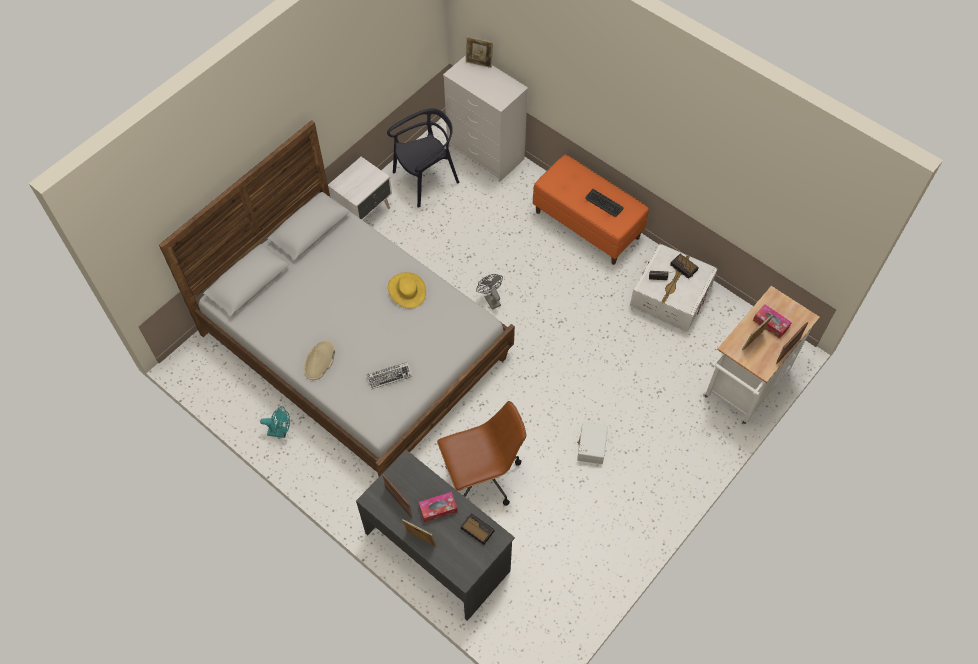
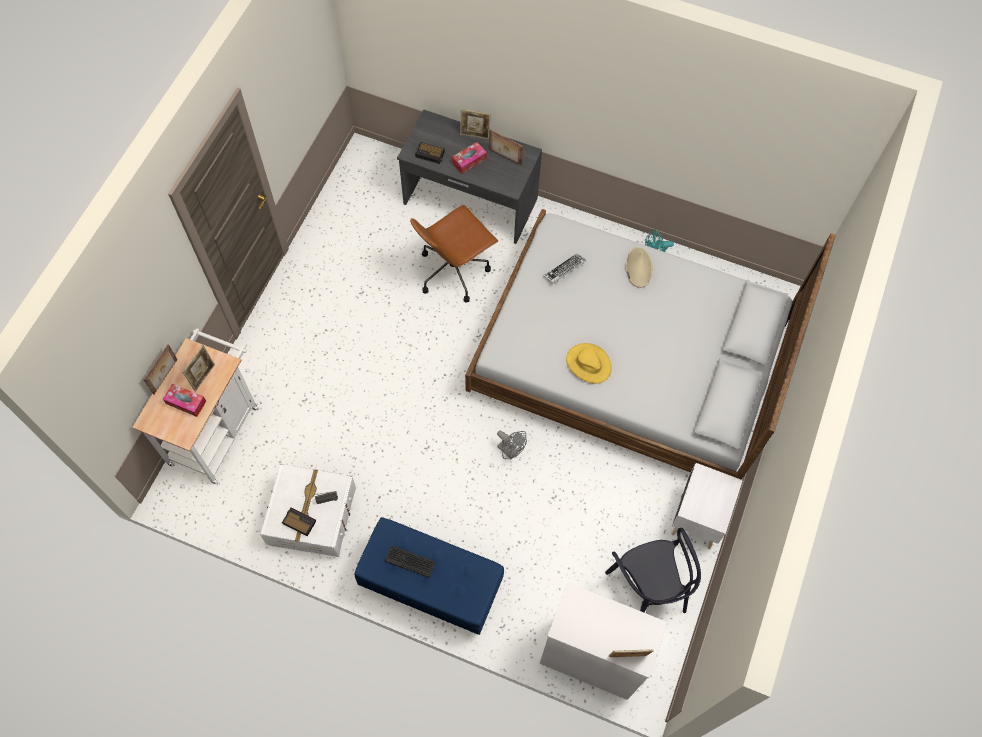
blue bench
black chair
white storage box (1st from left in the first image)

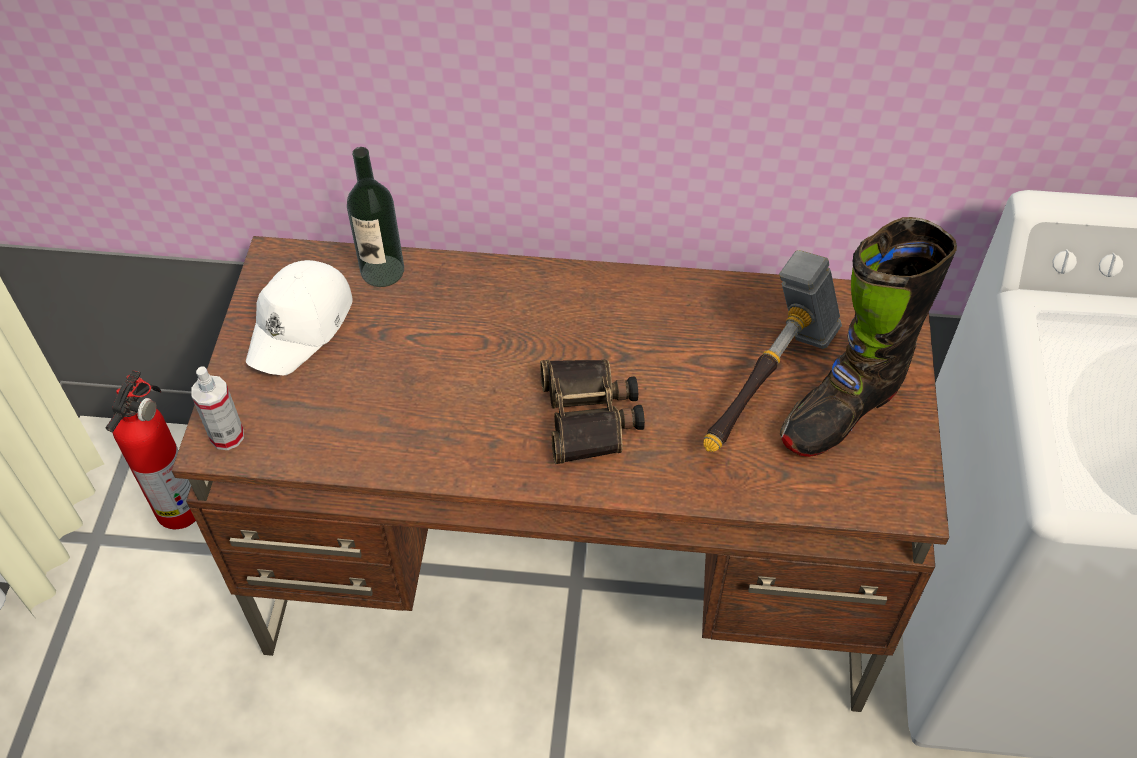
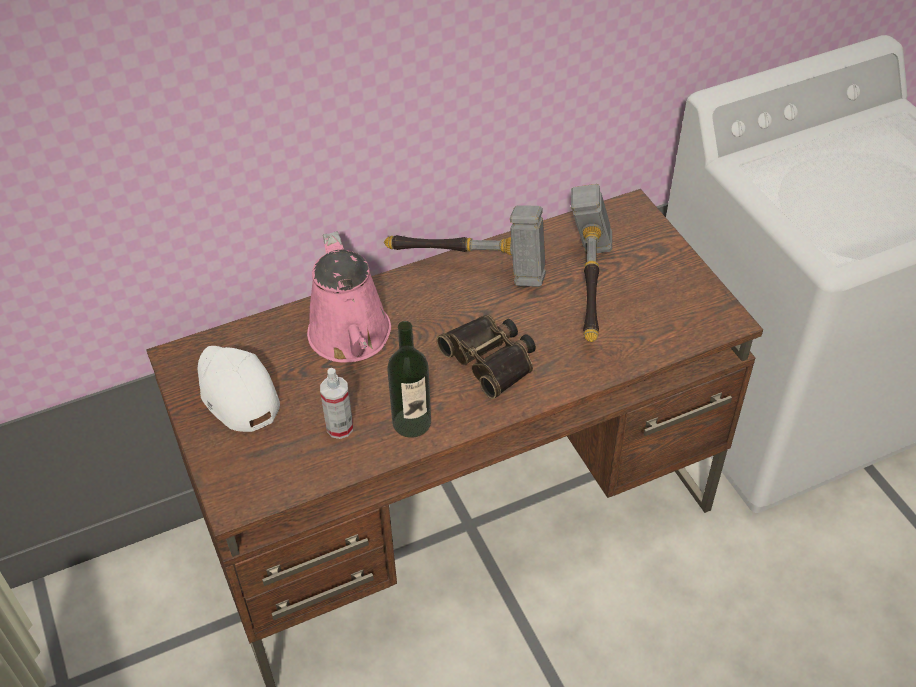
white cap
pink watering can
spray bottle
hammer (1st from left)
bottle
fire extinguisher
black boot

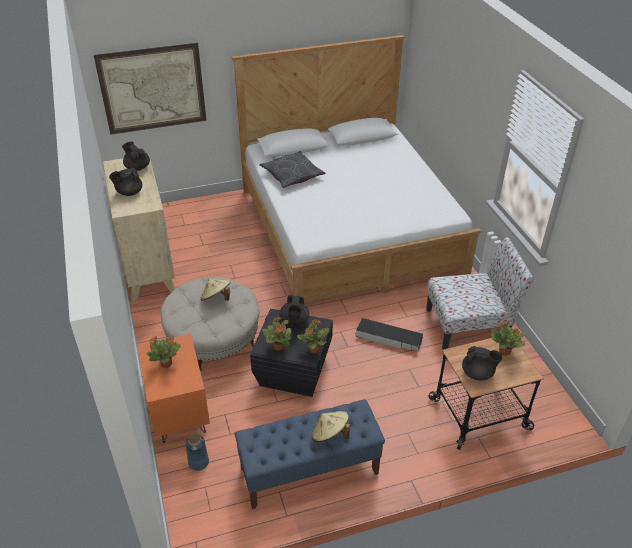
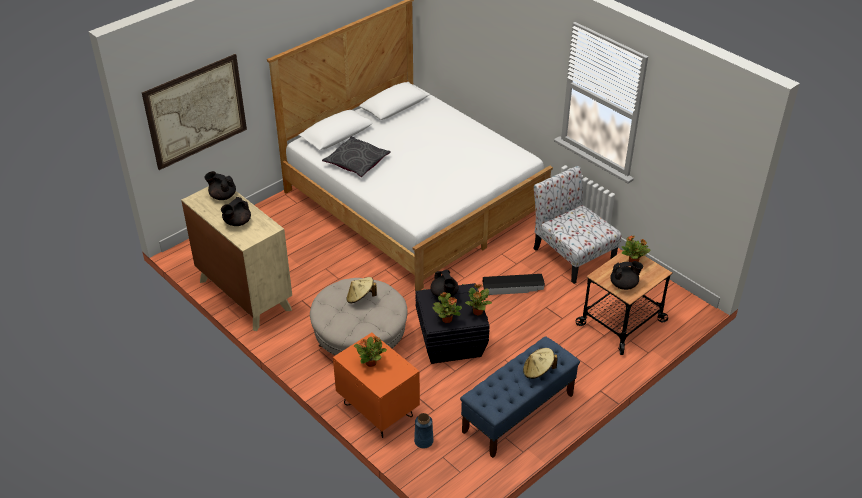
chair

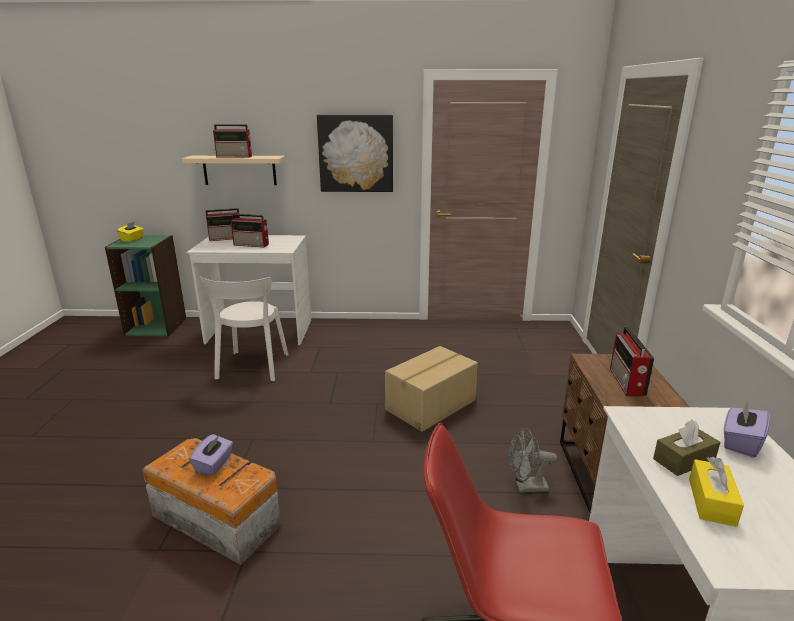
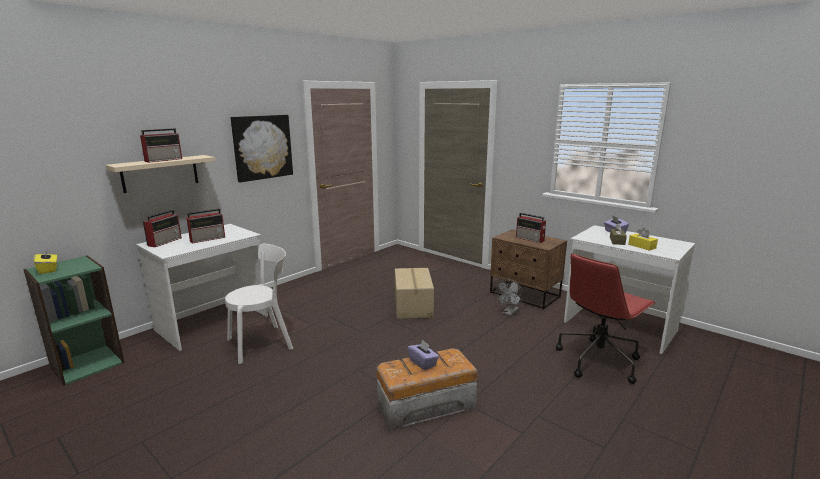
white chair

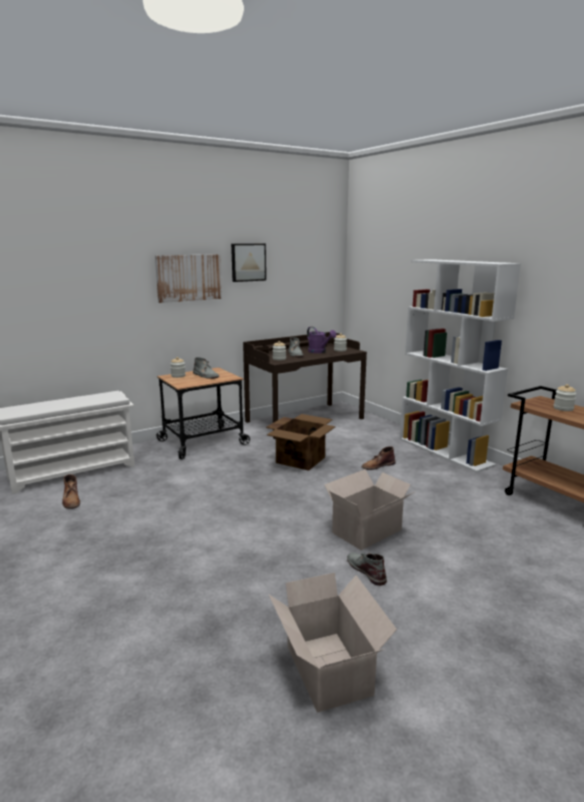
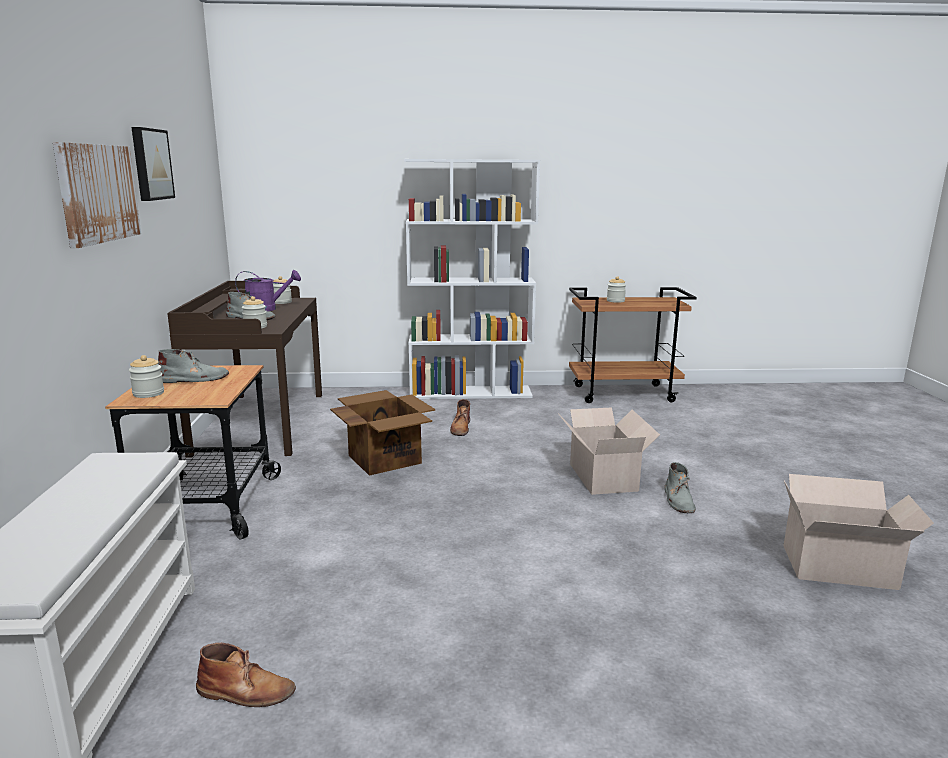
grey boot (3rd from left)

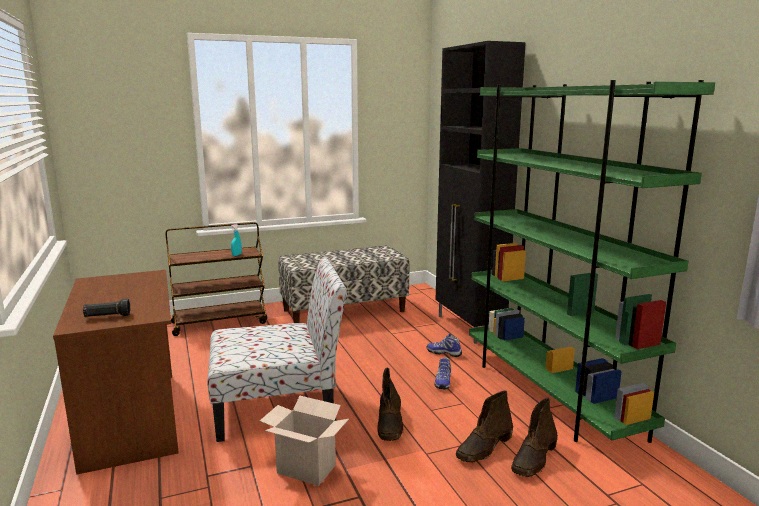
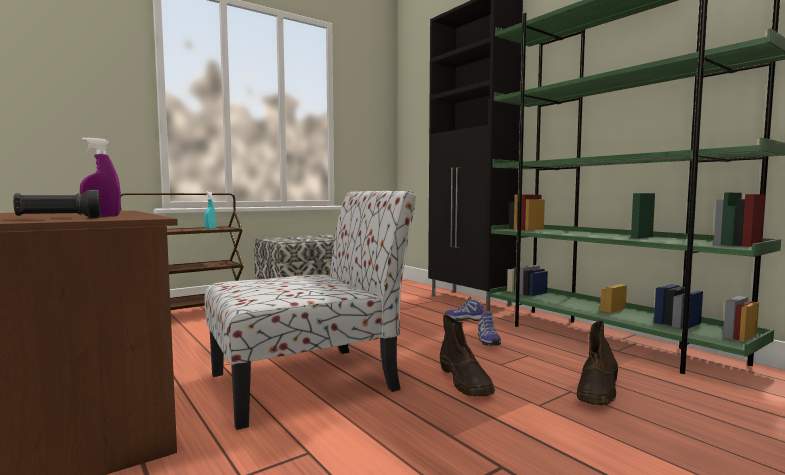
purple spray bottle
cardboard box
brown boot (3rd from left in the first image)

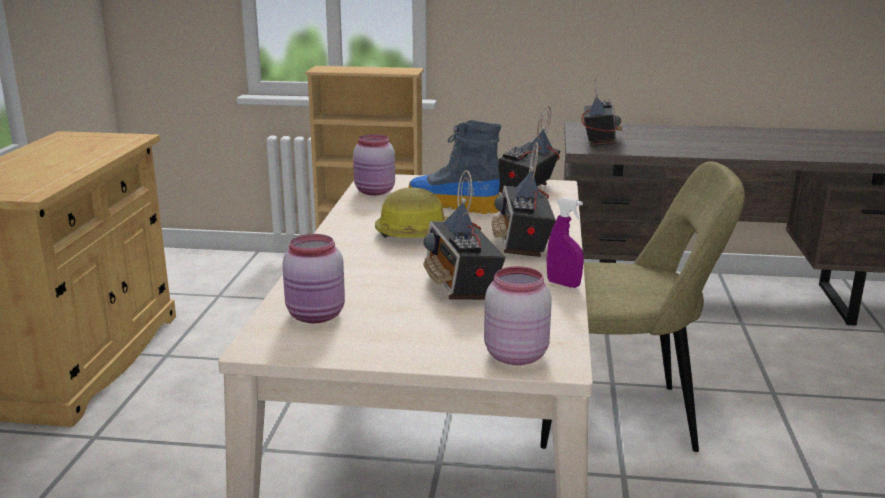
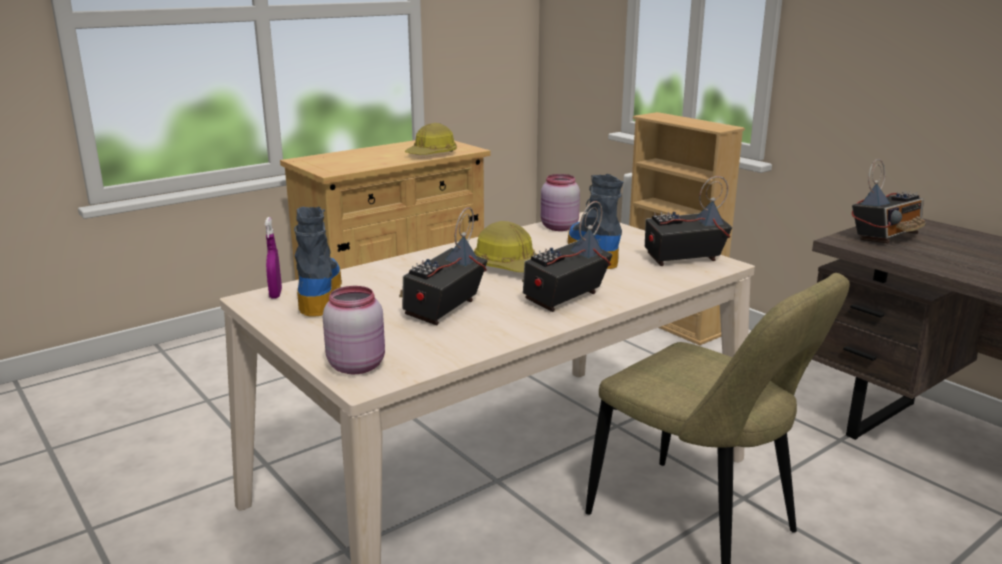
purple spray bottle
boot (1st from left)
hard hat (1st from left)

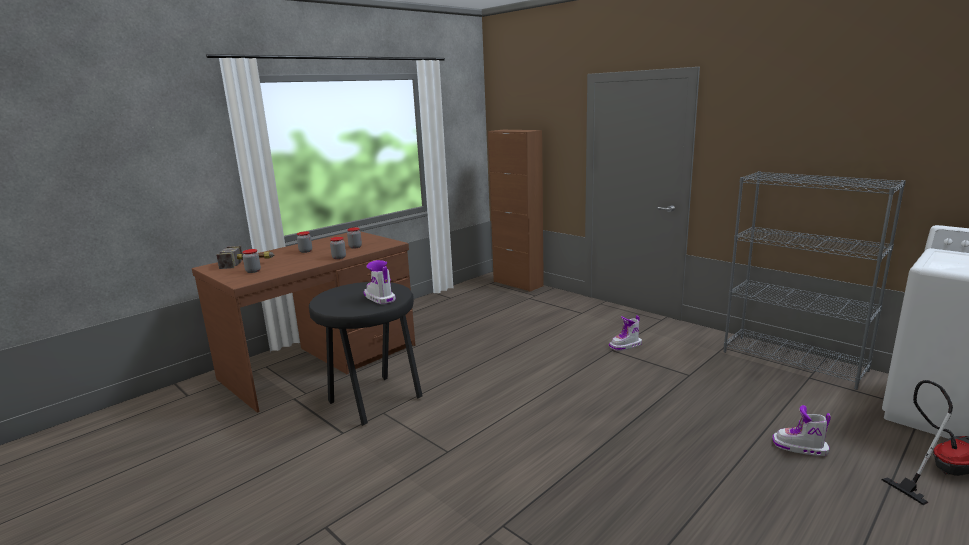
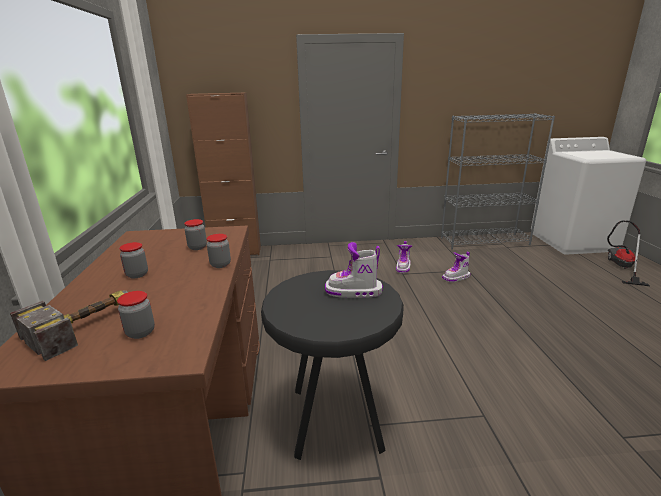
boot (3rd from left)

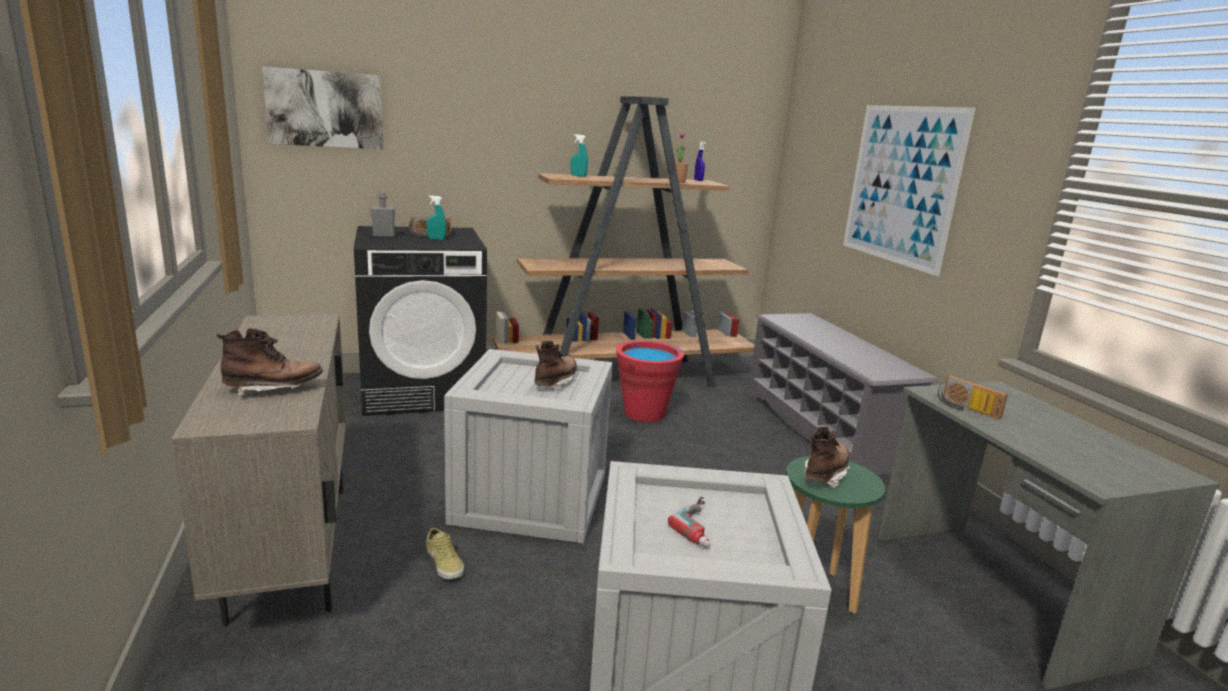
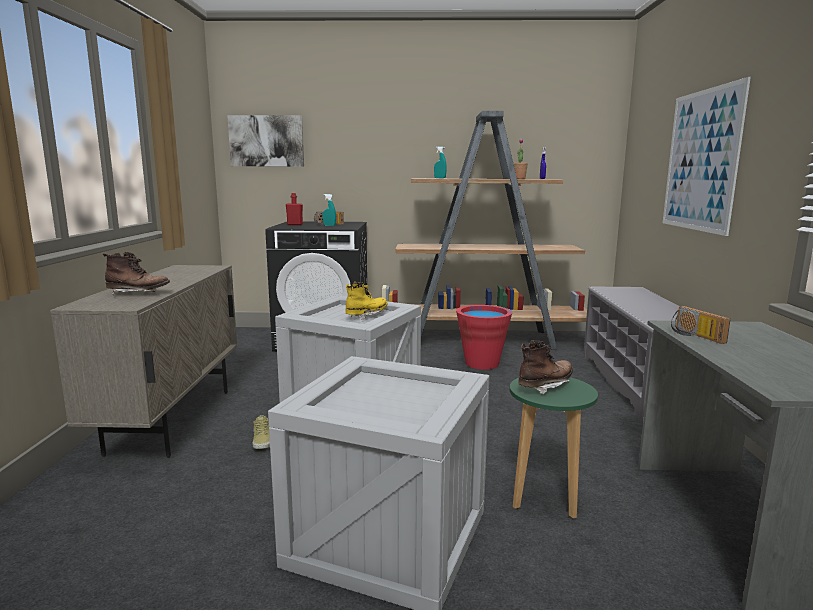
red bottle
yellow boot
power drill

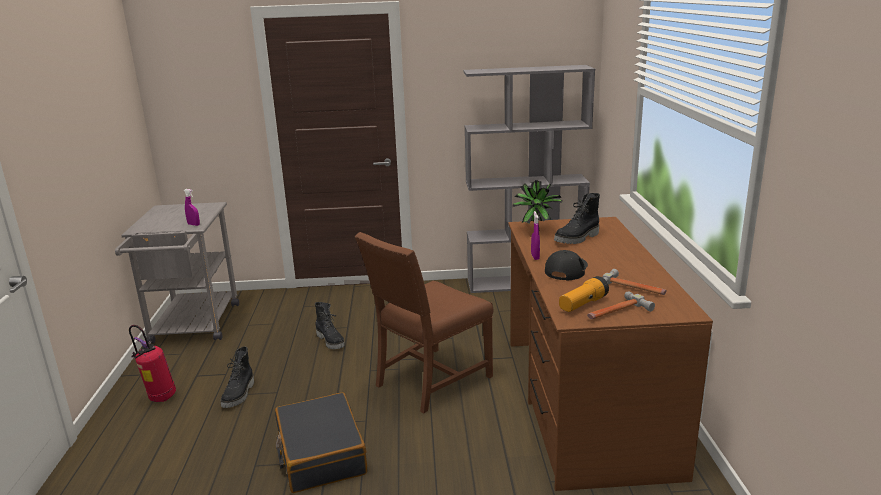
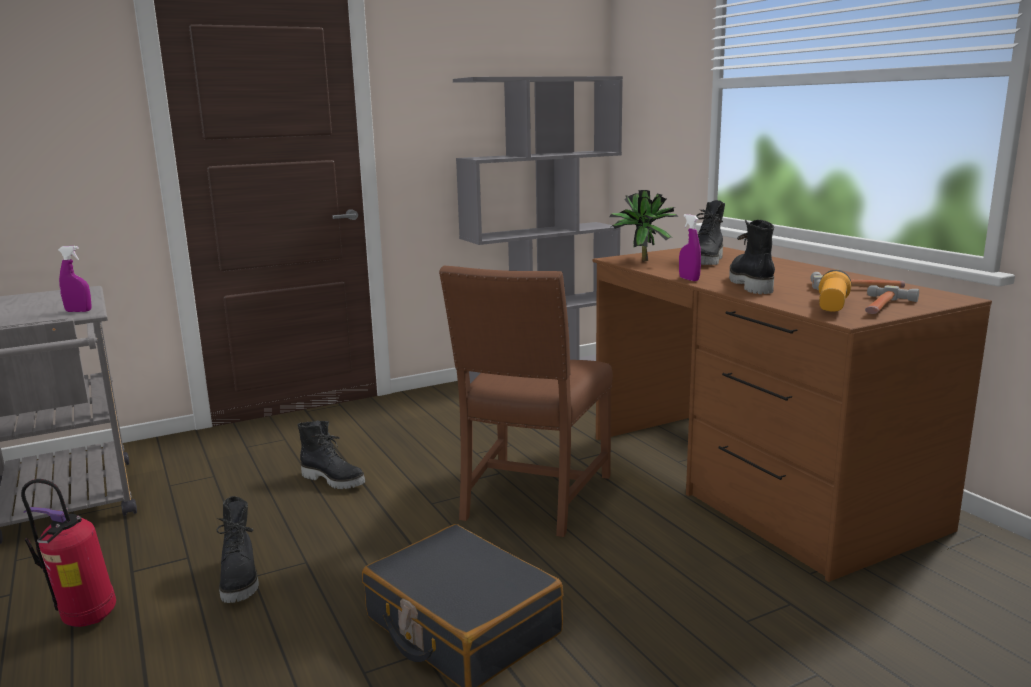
black boot (4th from left)

